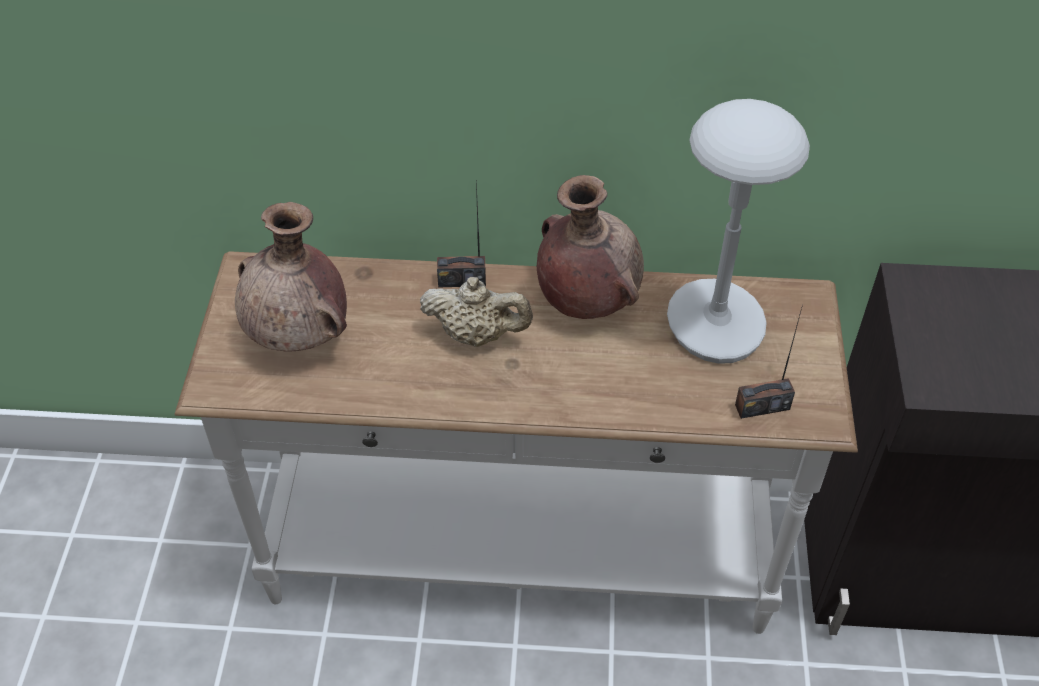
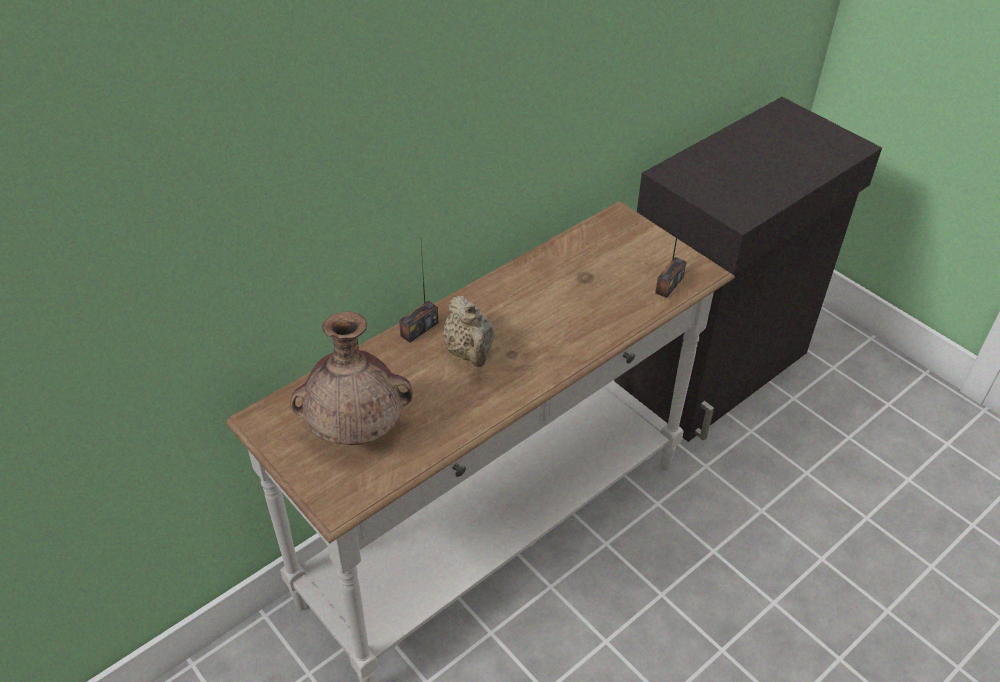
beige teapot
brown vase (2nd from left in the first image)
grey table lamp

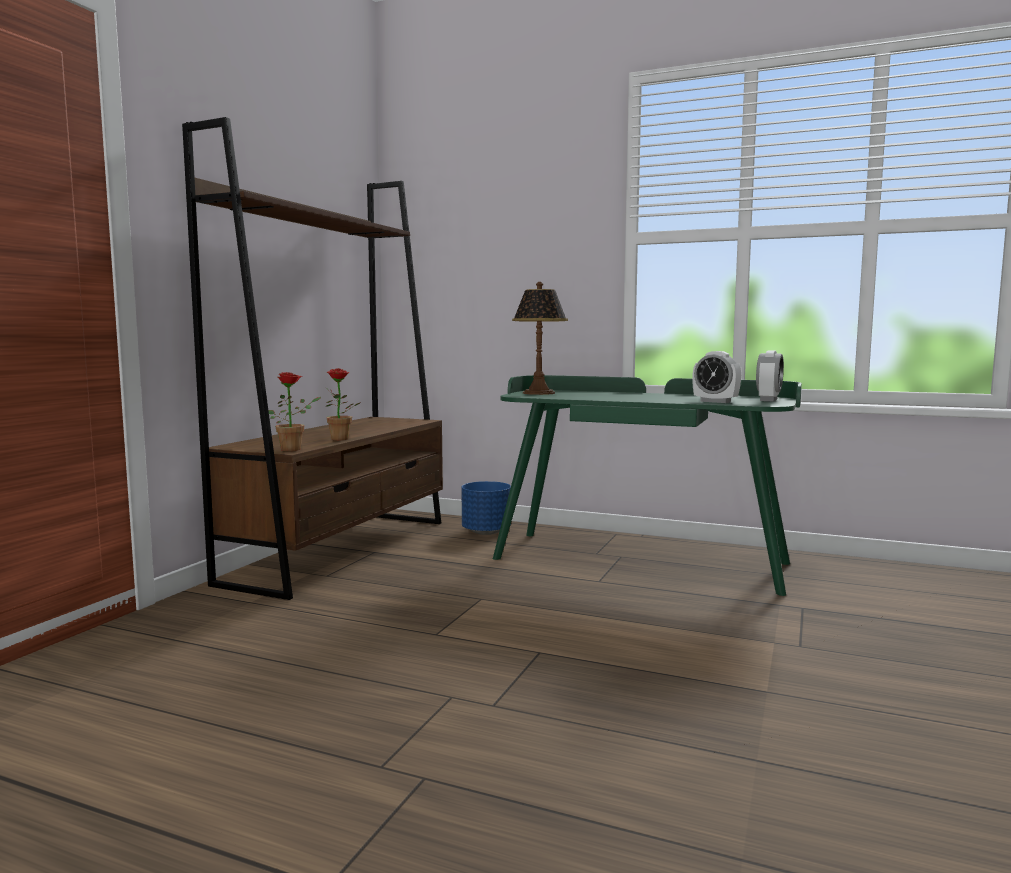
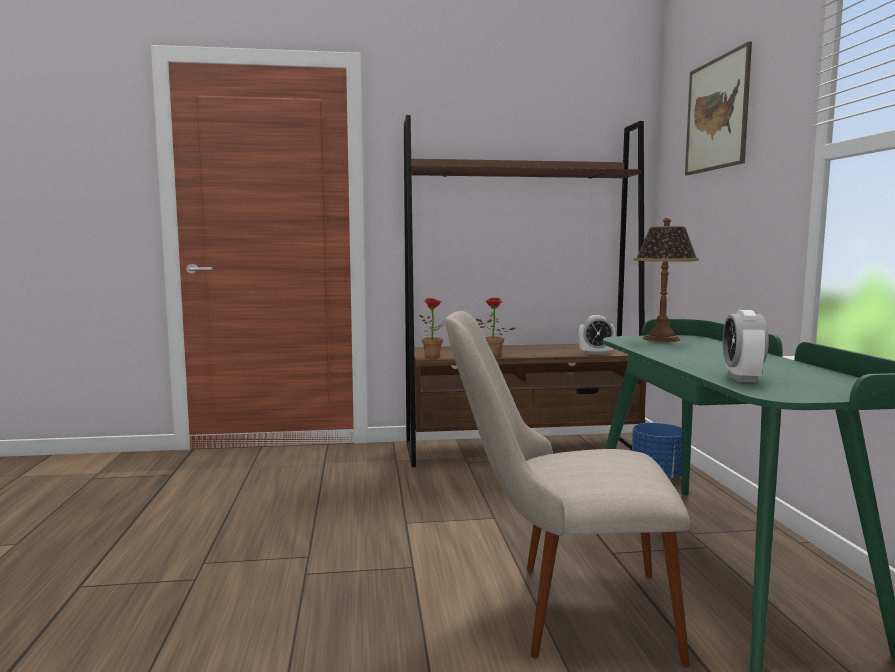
beige chair
alarm clock (1st from left)
picture

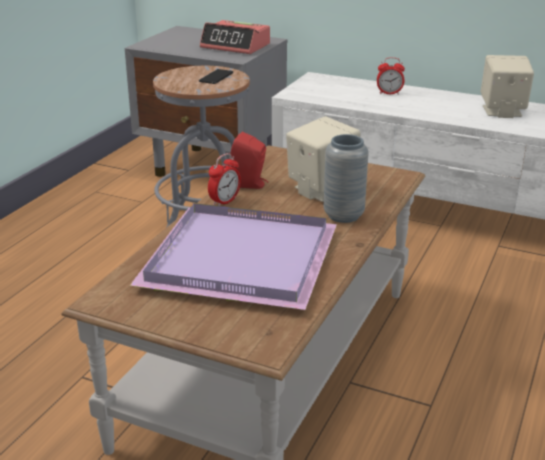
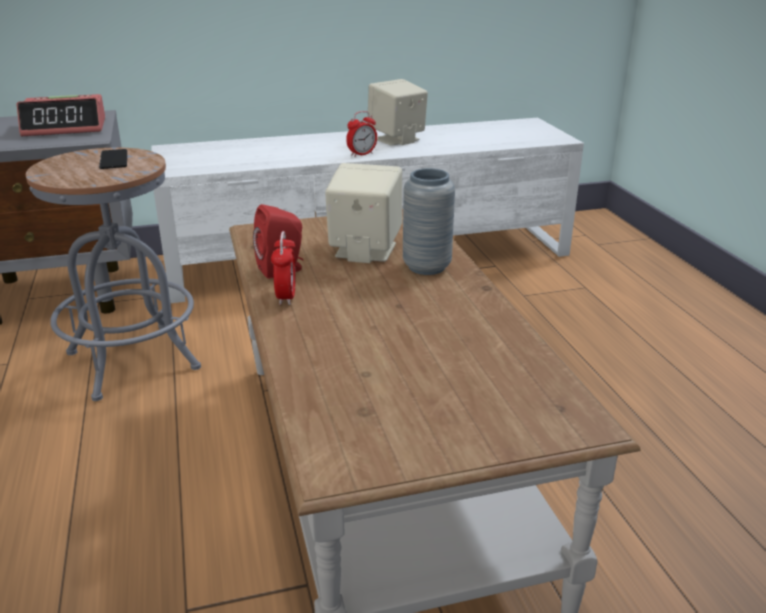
alarm clock (3rd from left)
purple tray

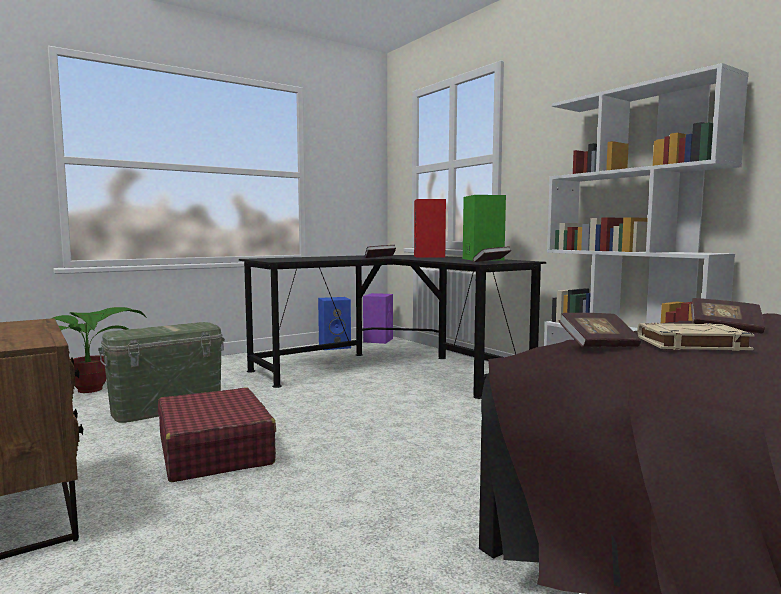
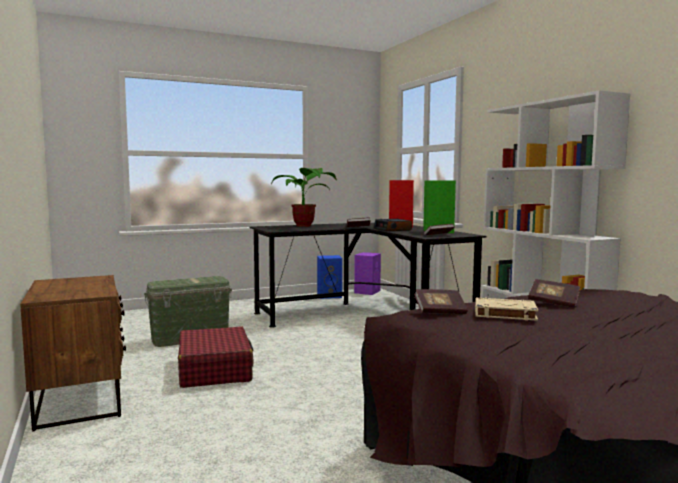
potted plant
alarm clock

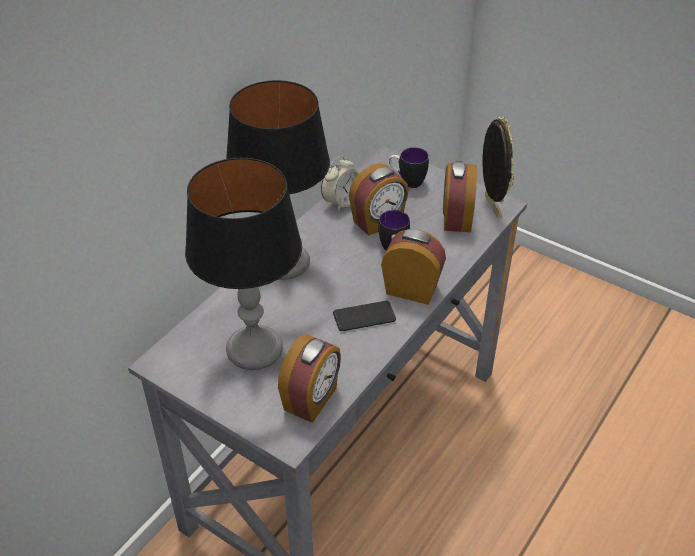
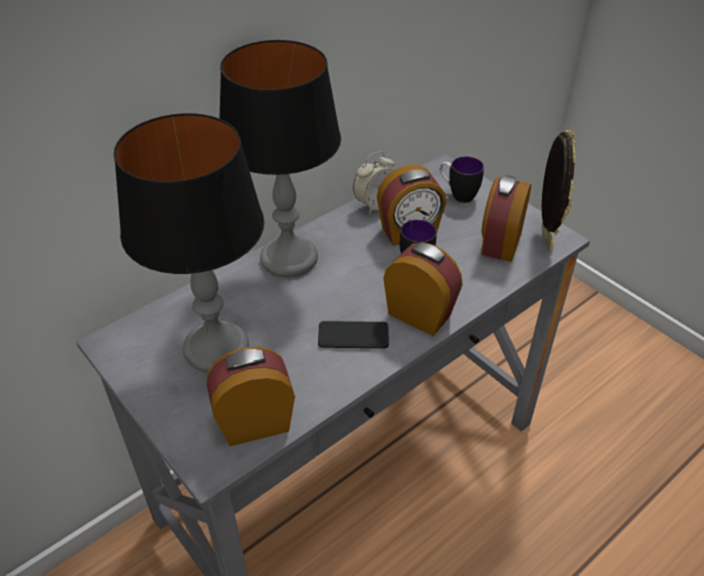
alarm clock (1st from left)

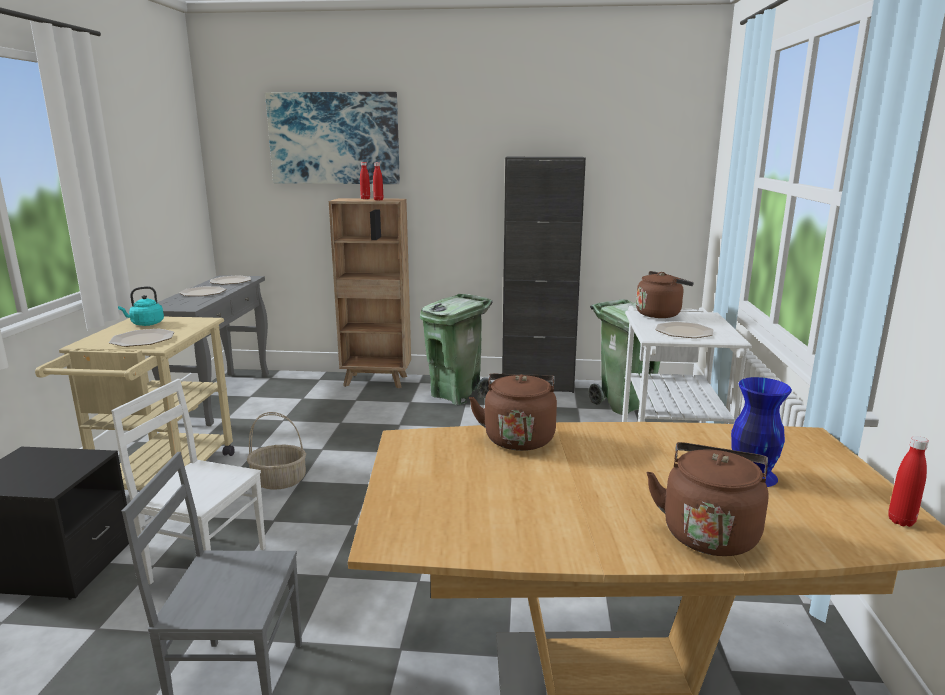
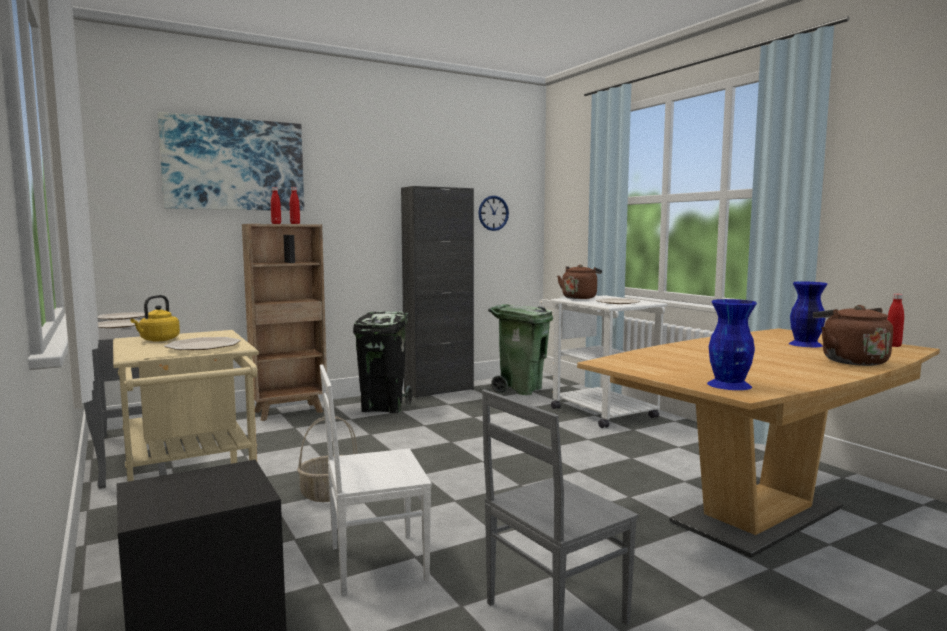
yellow kettle
black trash can
wall clock
blue vase (1st from left)
brown kettle (1st from left in the first image)

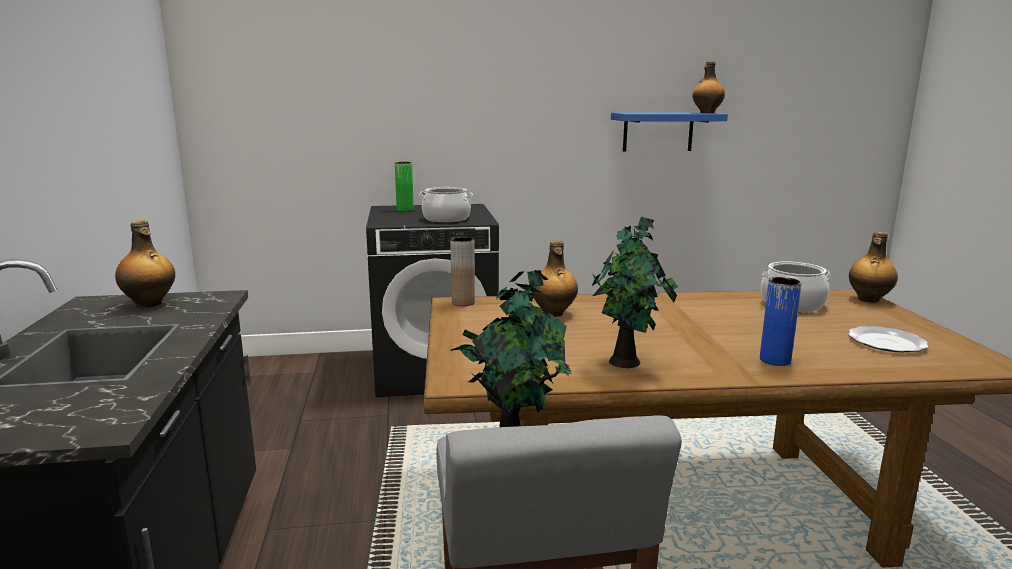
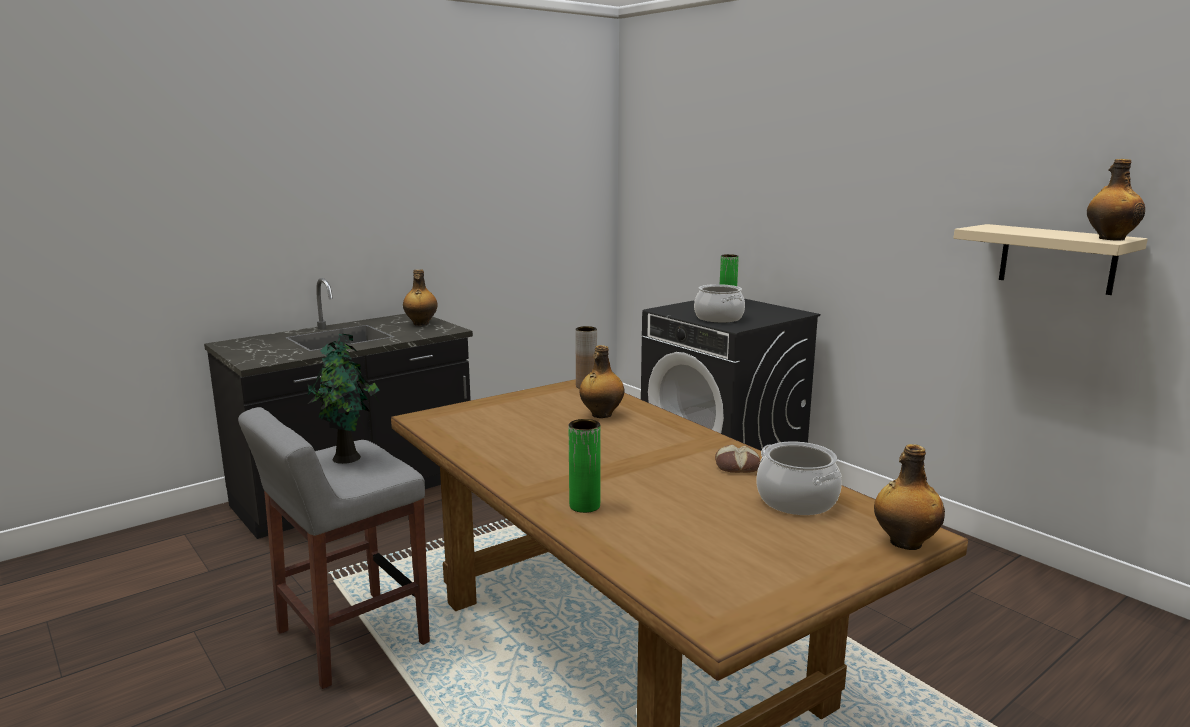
green vase (1st from left)
bread
beige shelf
potted plant (2nd from left in the first image)
plate

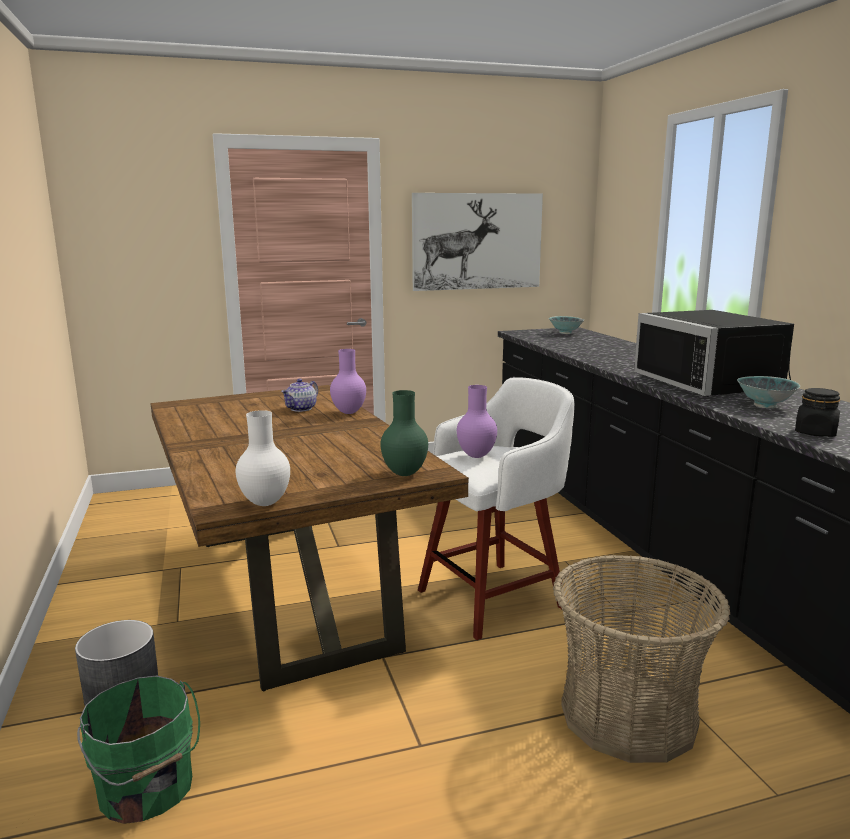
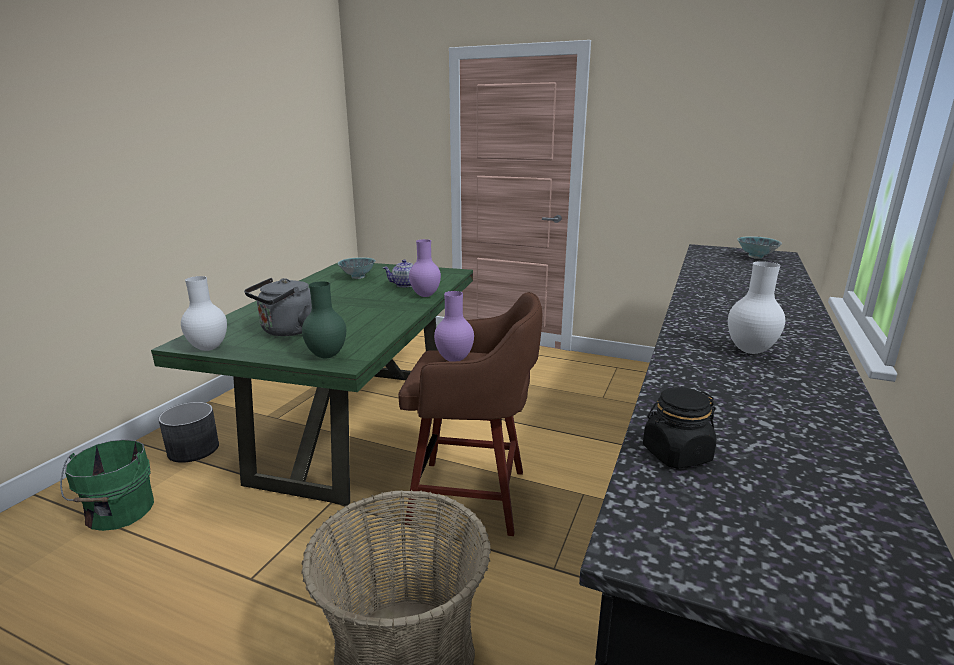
green dining table
grey kettle
bowl (1st from left)
brown stool
white vase (2nd from left)
picture

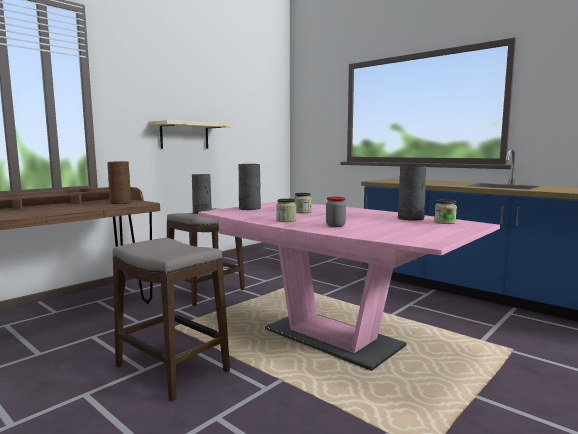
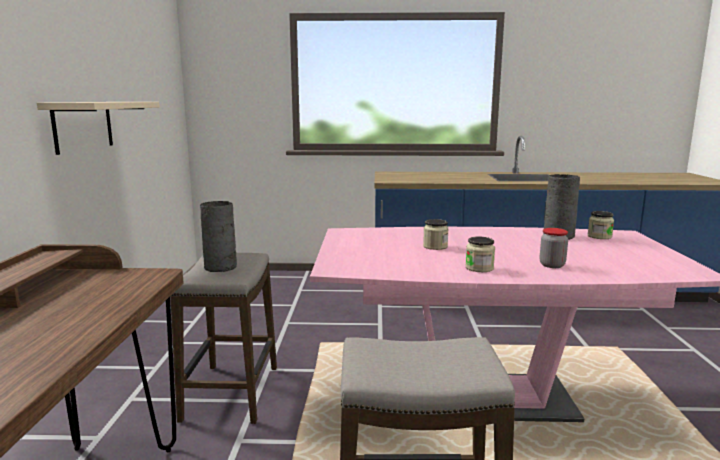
brown vase
grey vase (2nd from left in the first image)

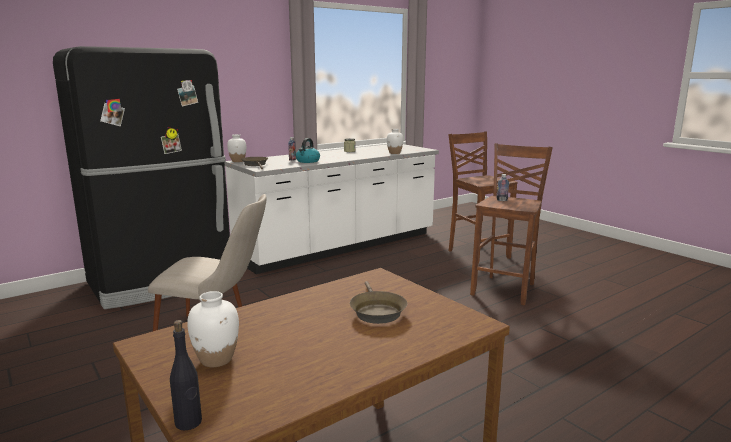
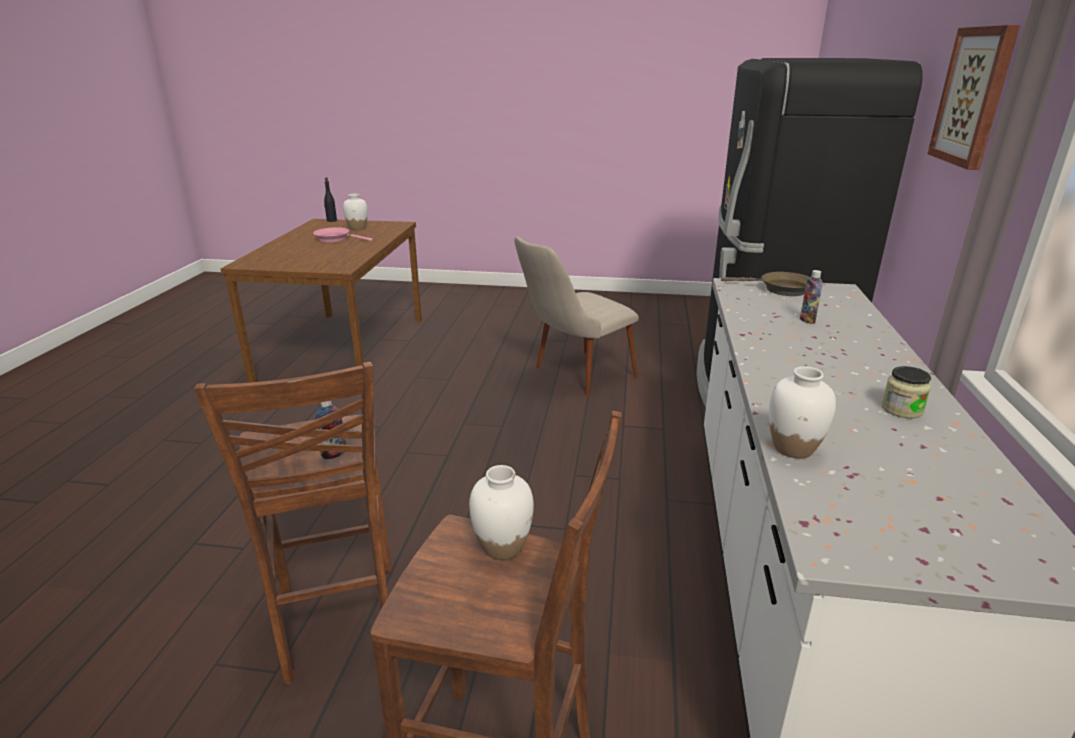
pink frying pan
white vase (2nd from left)
picture
kettle
brown frying pan (2nd from left in the first image)

